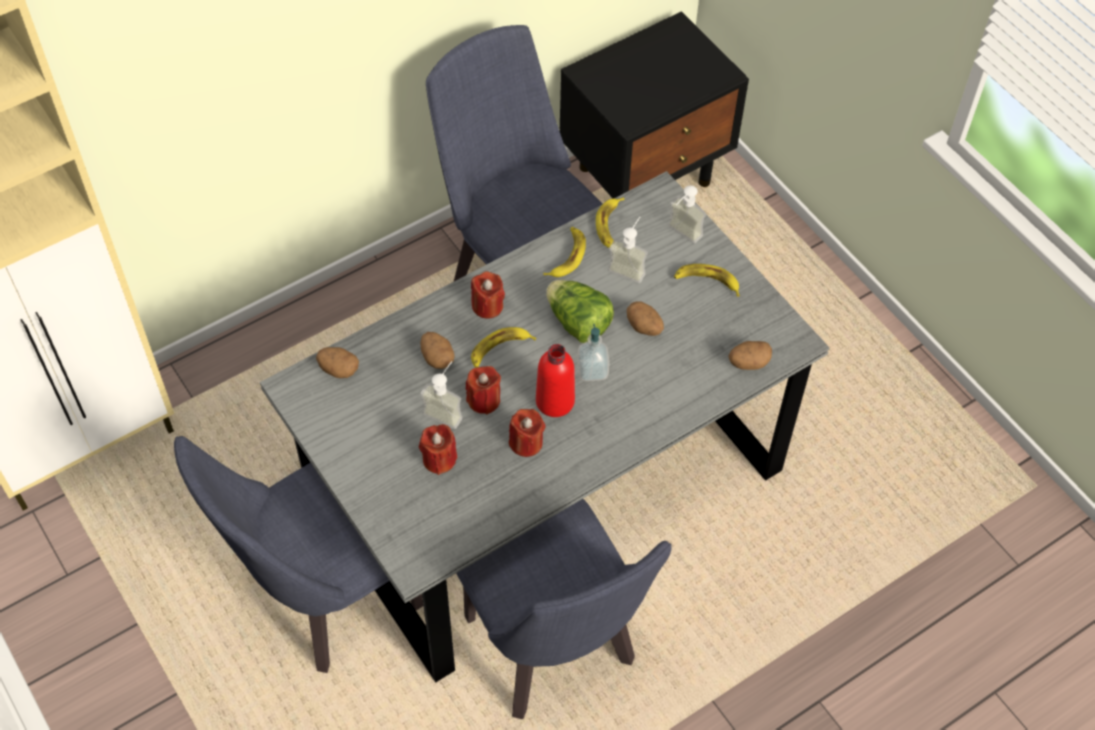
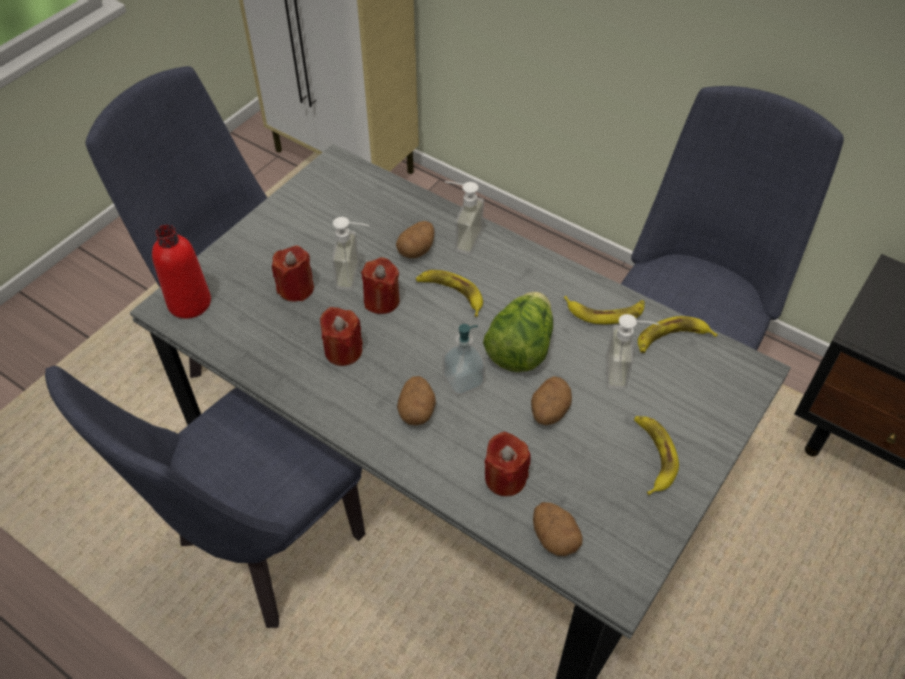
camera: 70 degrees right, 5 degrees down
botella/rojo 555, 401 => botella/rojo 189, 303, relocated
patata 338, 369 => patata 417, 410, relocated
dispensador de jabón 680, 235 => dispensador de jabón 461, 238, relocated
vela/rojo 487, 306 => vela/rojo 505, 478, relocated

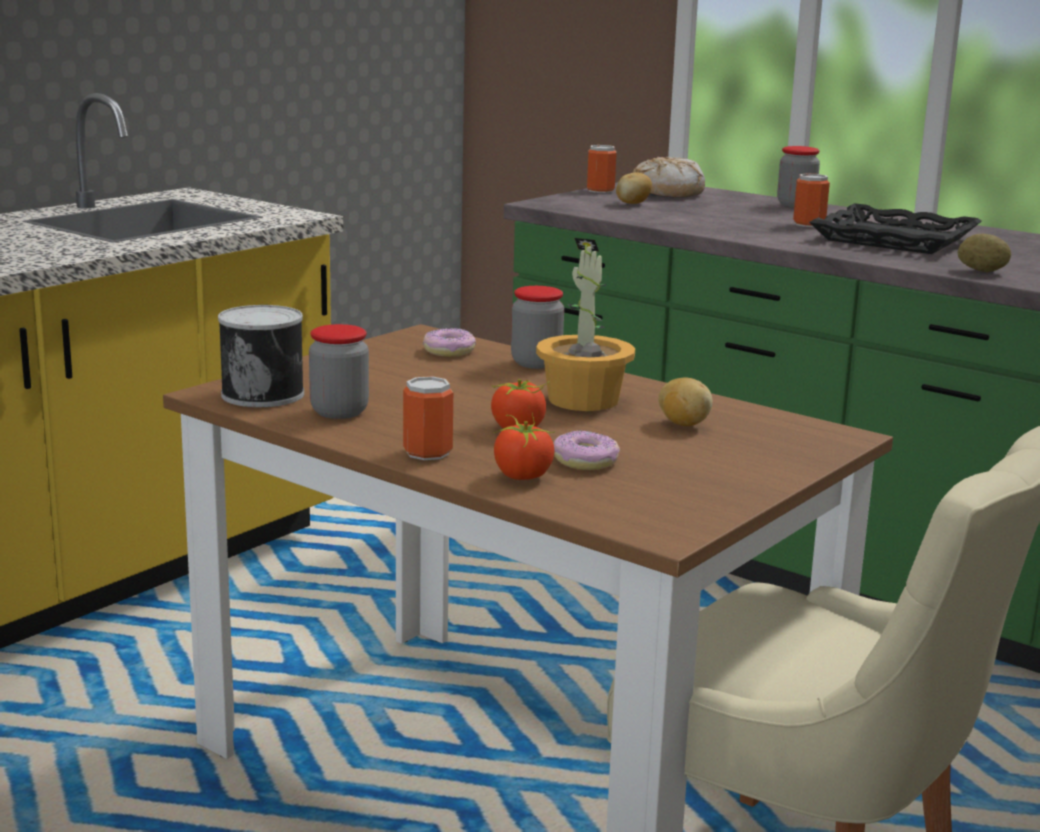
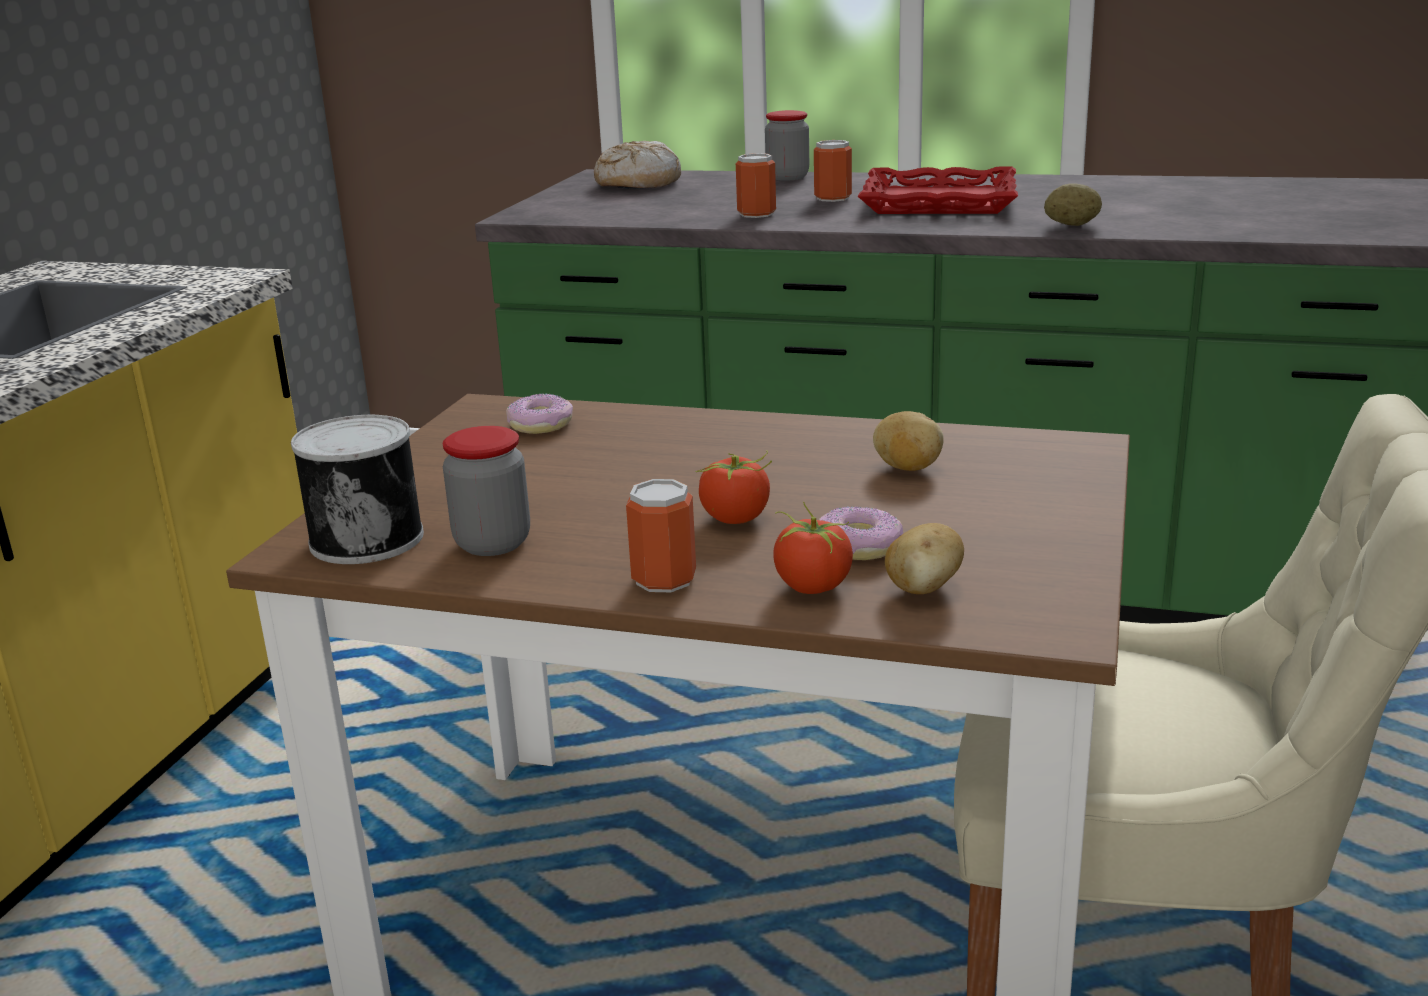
camera: 20 degrees left, 5 degrees up
lata 600, 190 => lata 756, 214, relocated
bandeja/negro 895, 239 => bandeja/rojo 939, 202
patata 632, 203 => patata 923, 589, relocated
tarro 536, 363 => nothing
planta en maceta 583, 400 => nothing

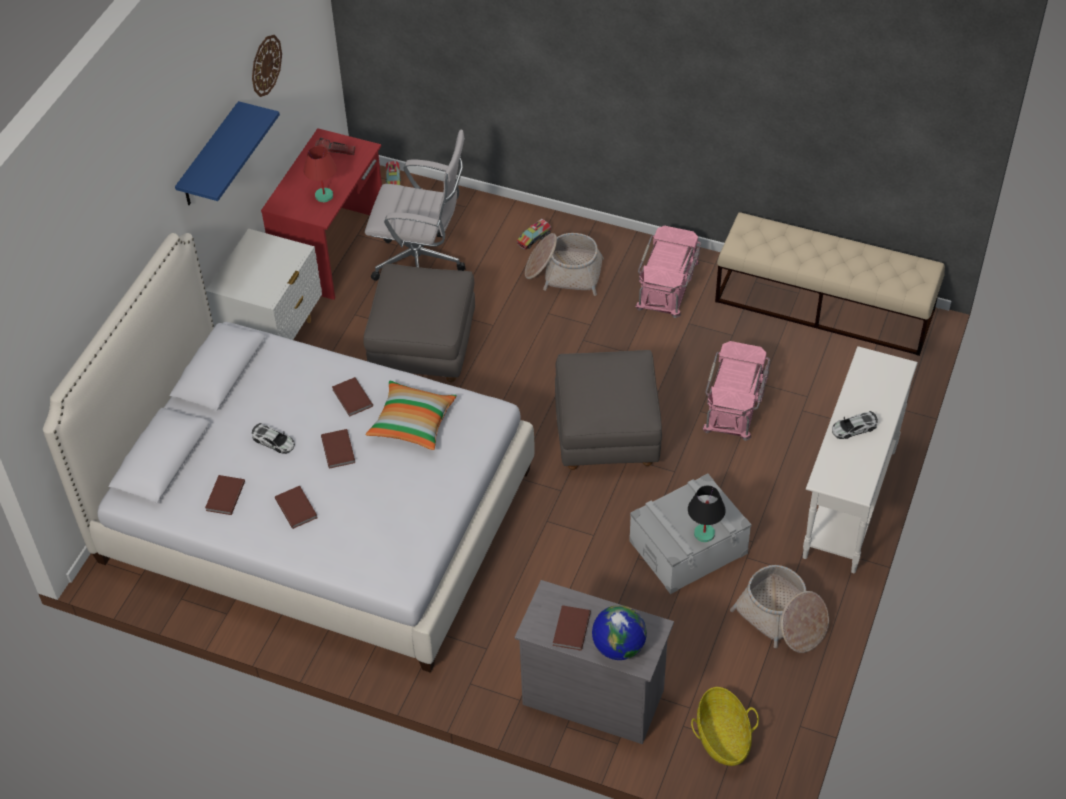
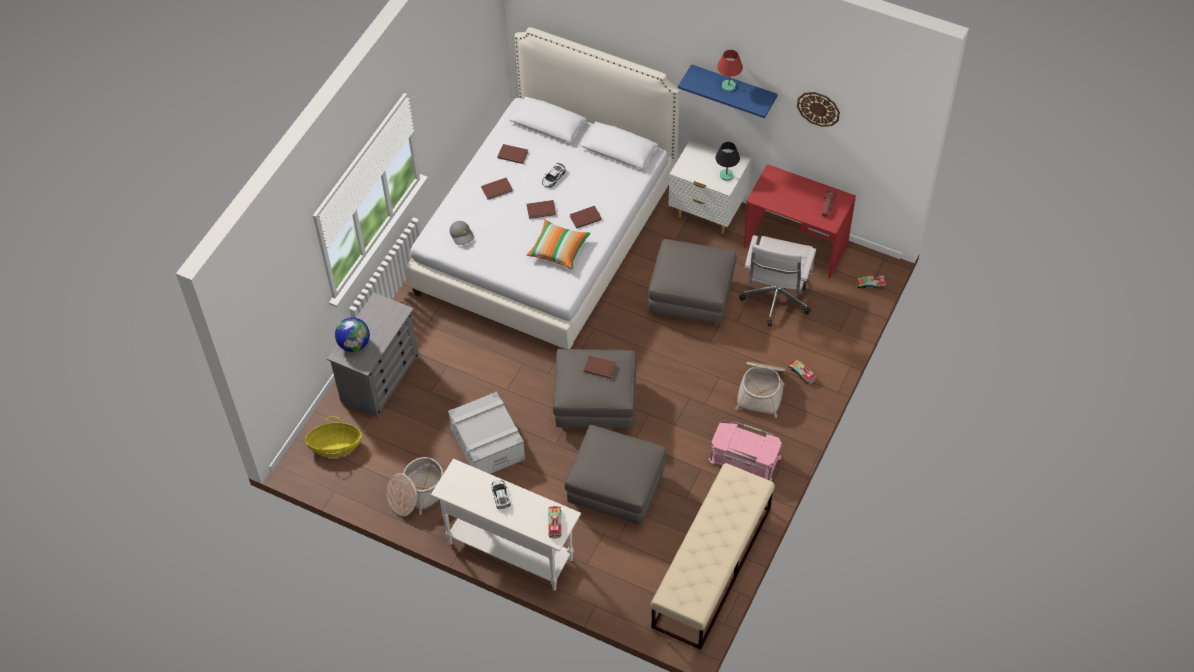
camera: 95 degrees right, 5 degrees up
nothing => gorra/gris 462, 235
nothing => camión de juguete 554, 523
caja de almacenaje/rosa 735, 403 => puf/gris 615, 490
libro/marrón 570, 629 => libro/marrón 599, 367, relocated
lámpara de mesa/negro 704, 534 => lámpara de mesa/negro 726, 175, relocated
lámpara de mesa/rojo 324, 196 => lámpara de mesa/rojo 728, 86, relocated

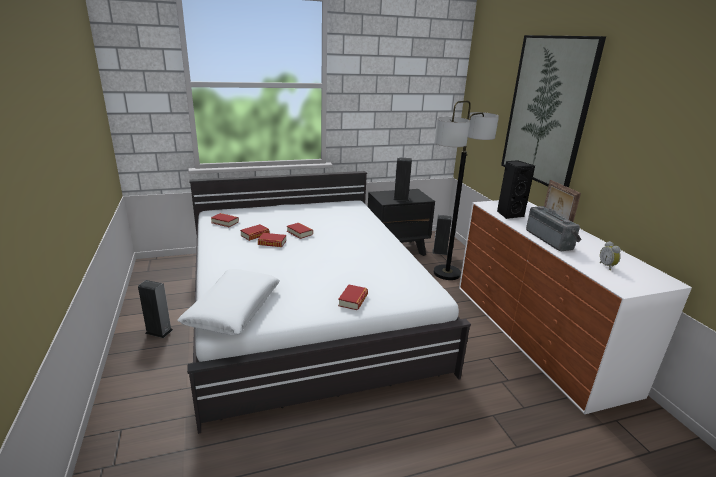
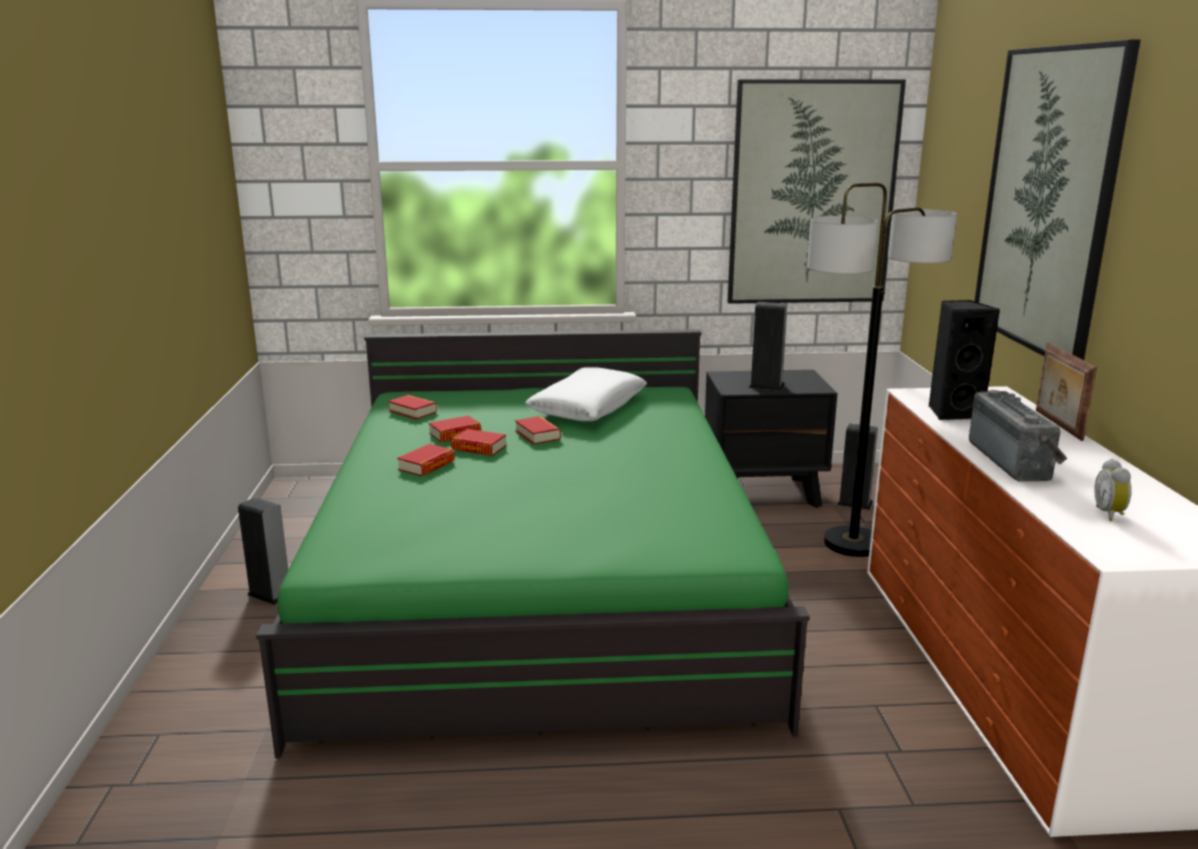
camera: 15 degrees right, 5 degrees down
cama/blanco 305, 308 => cama/verde 539, 581
libro 353, 300 => libro 426, 465, relocated
cojín/blanco 233, 309 => cojín/blanco 587, 407, relocated
nothing => cuadro 812, 194

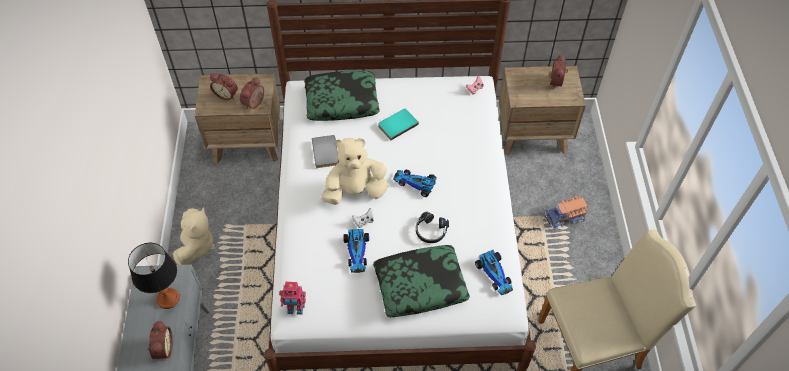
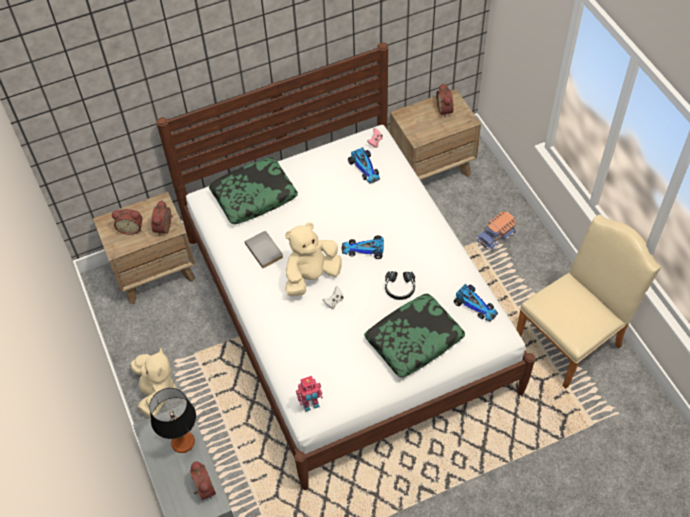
camera: 20 degrees left, 0 degrees up
coche de juguete 357, 252 => coche de juguete 365, 168, relocated
libro/turquesa 397, 124 => nothing

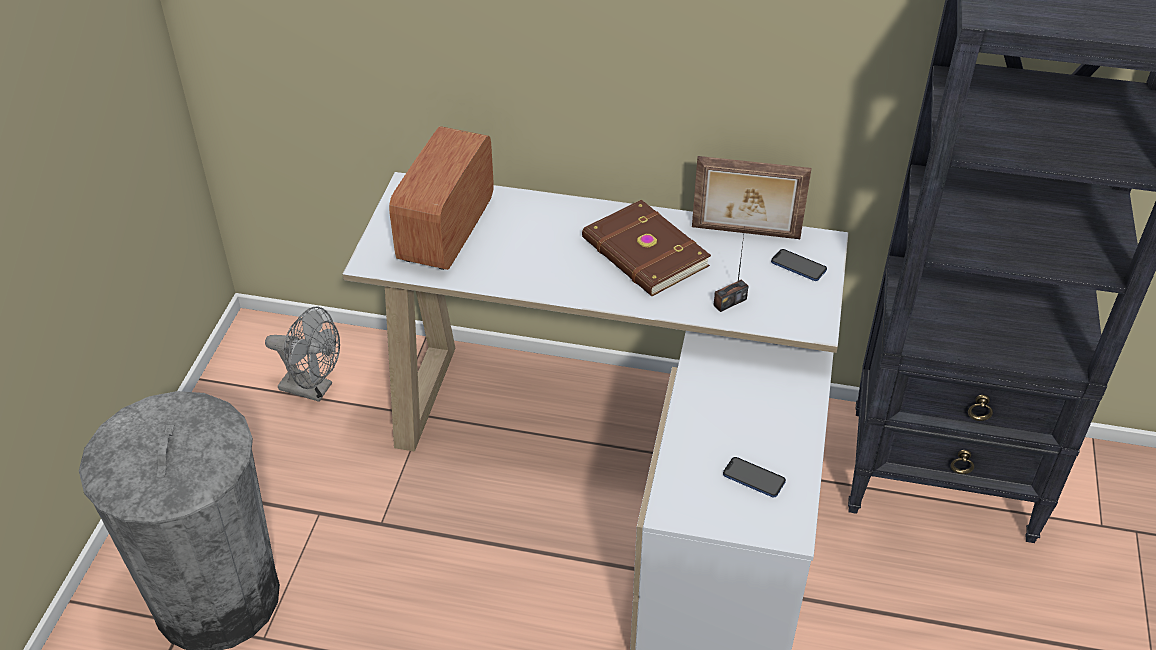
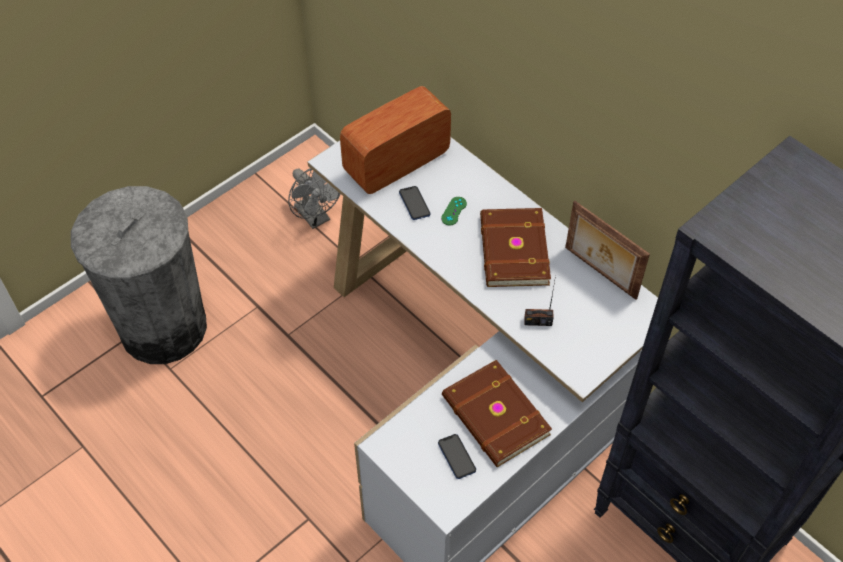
camera: 35 degrees right, 10 degrees up
móvil 798, 266 => móvil 414, 203, relocated
nothing => mando de consola/verde 454, 211
nothing => libro/marrón 494, 417

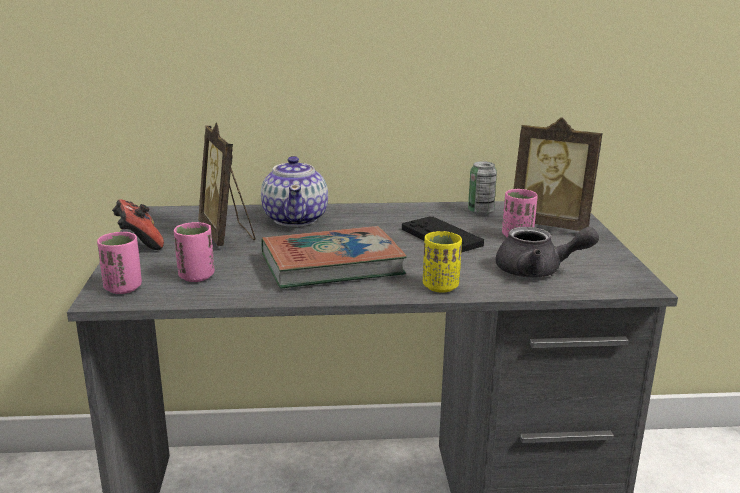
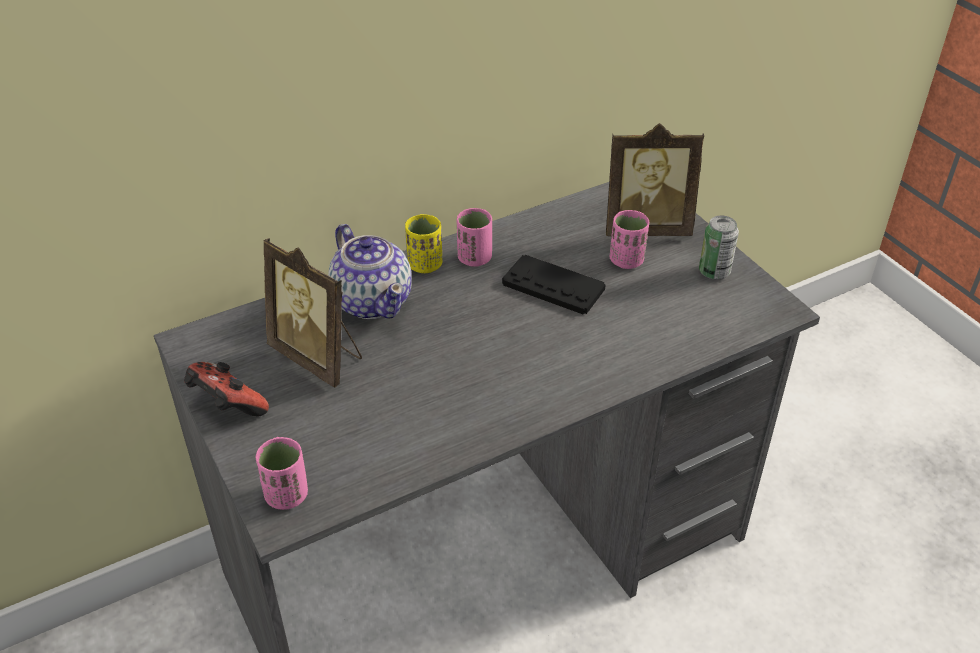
camera: 25 degrees left, 20 degrees up
taza/amarillo 440, 286 => taza/amarillo 425, 265, relocated
taza/rosa 196, 276 => taza/rosa 474, 258, relocated
lata 480, 211 => lata 714, 272, relocated
libro 332, 265 => nothing
tetera/gris 537, 271 => nothing

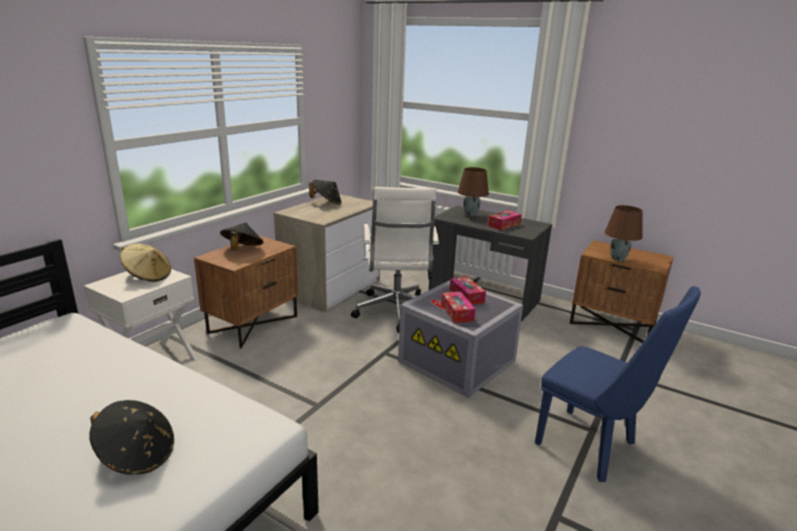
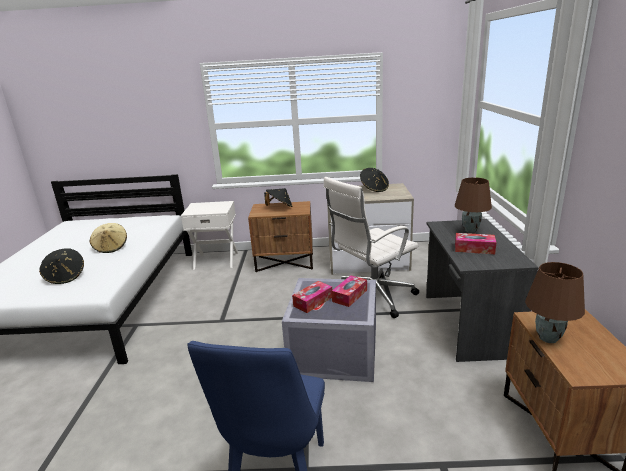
camera: 60 degrees right, 0 degrees up
sombrero/beis 148, 276 => sombrero/beis 111, 247, relocated

